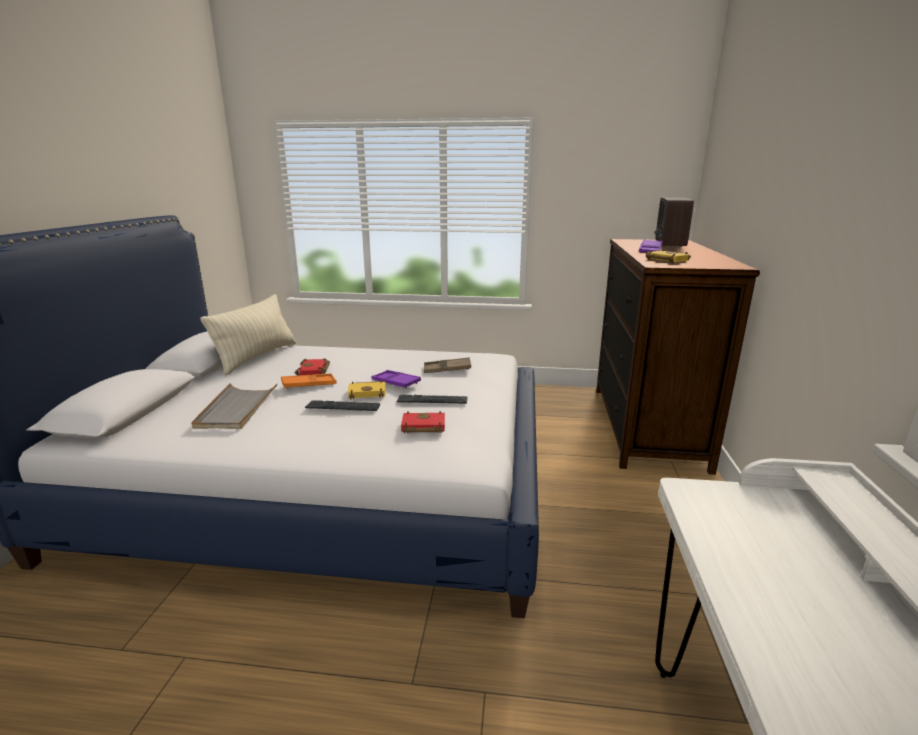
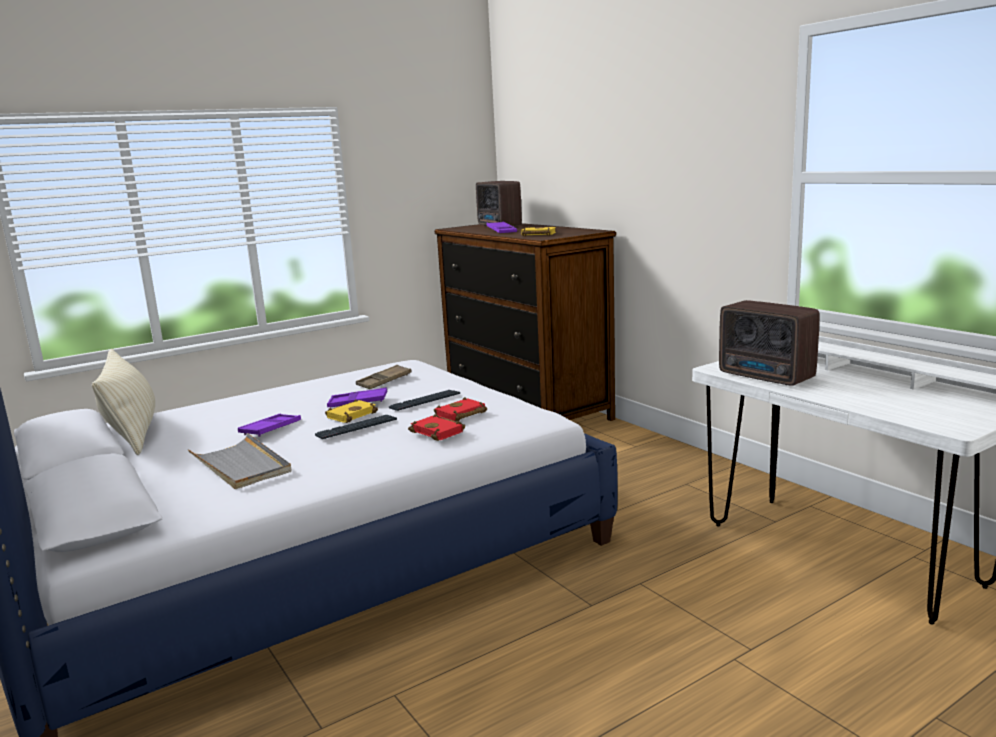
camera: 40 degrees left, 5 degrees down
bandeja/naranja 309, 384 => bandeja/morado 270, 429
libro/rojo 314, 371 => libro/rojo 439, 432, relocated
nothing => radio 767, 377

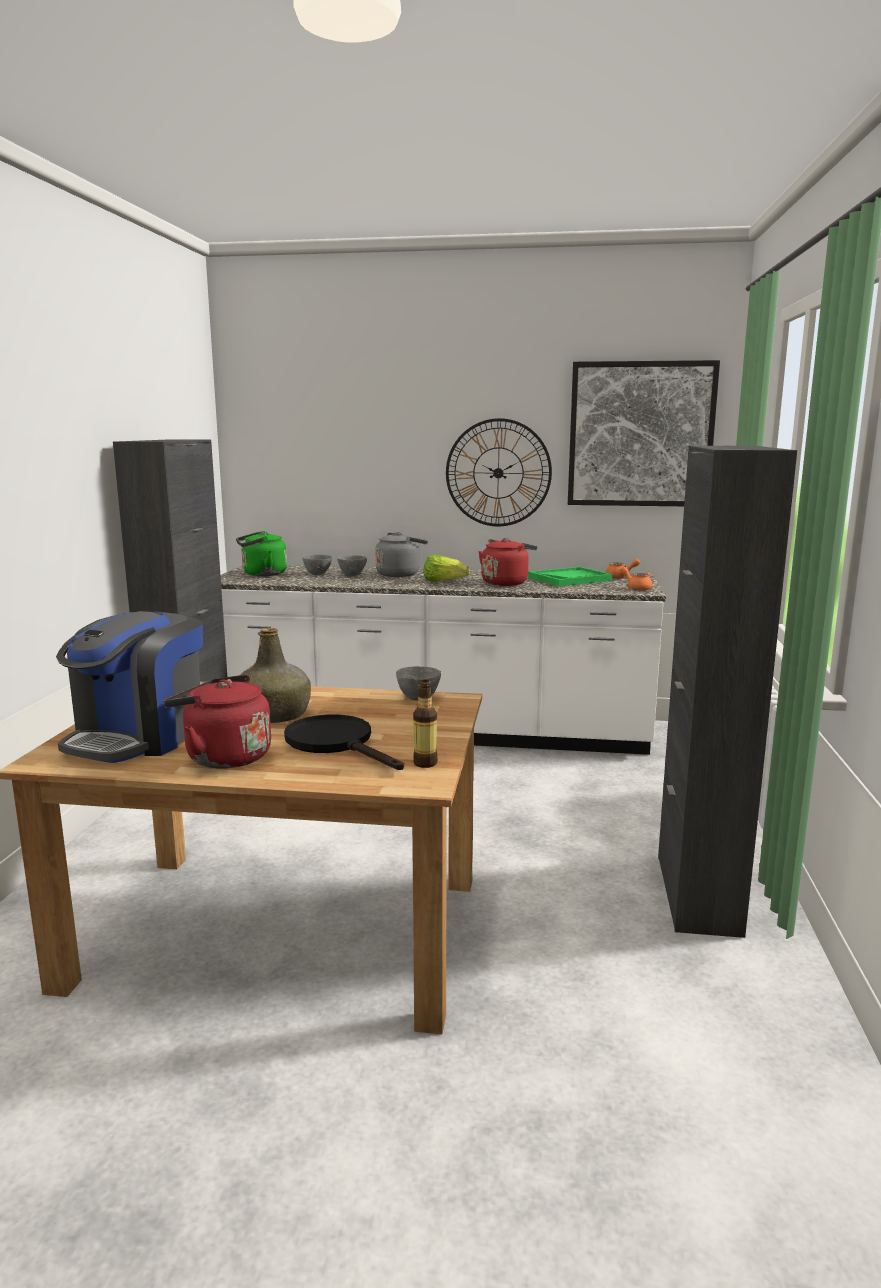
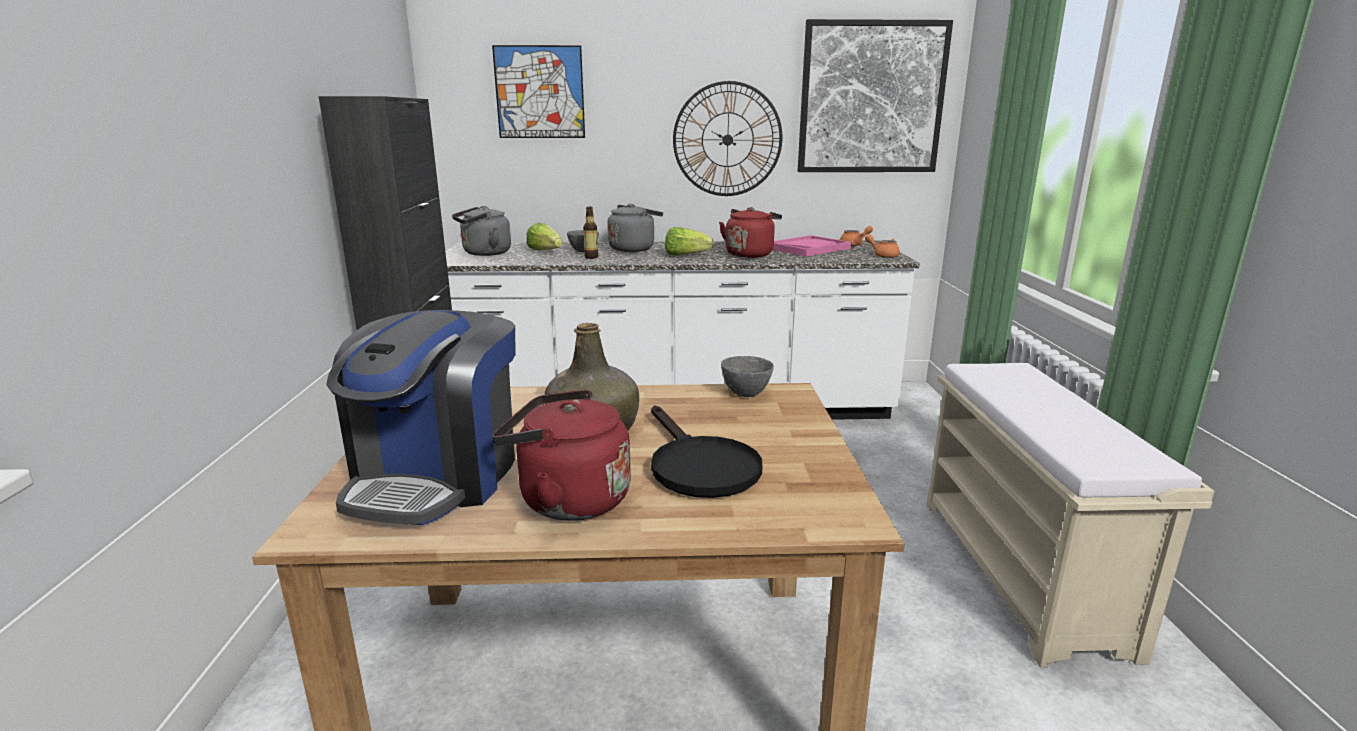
camera: 10 degrees left, 5 degrees up
hervidor/verde 262, 574 => hervidor/gris 484, 253
nothing => cuadro 539, 92
cuenco/gris 318, 574 => lechuga 545, 251
botella 425, 763 => botella 591, 257, relocated
sartén/negro 337, 743 => sartén/negro 698, 466, 150 degrees counterclockwise
bandeja/verde 569, 579 => bandeja/rosa 808, 248
armario/negro 697, 894 => banco/beis 1021, 573

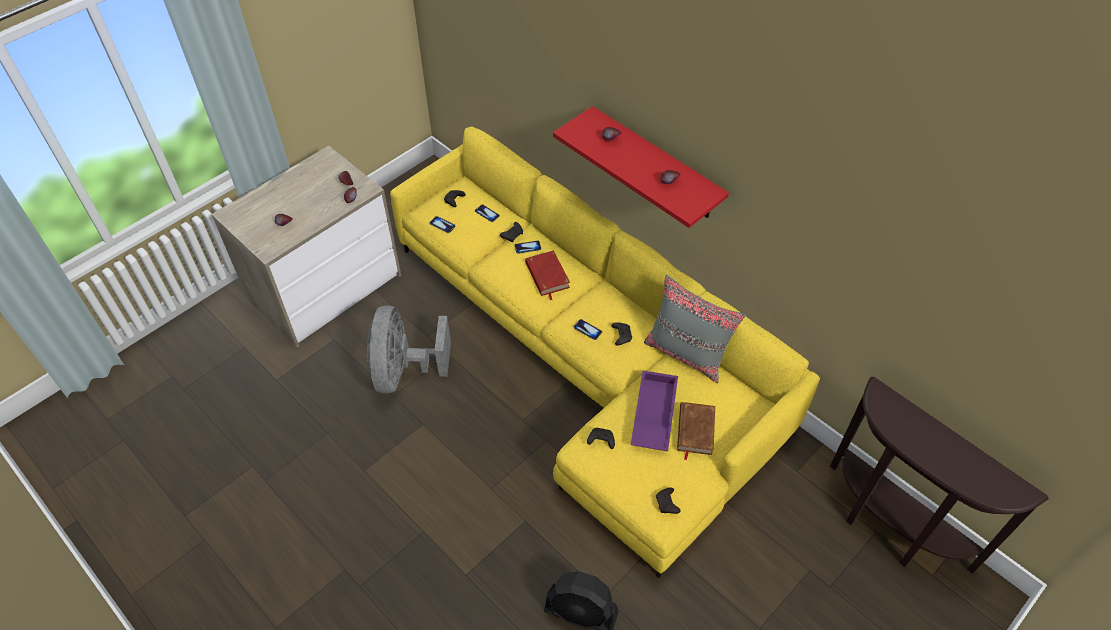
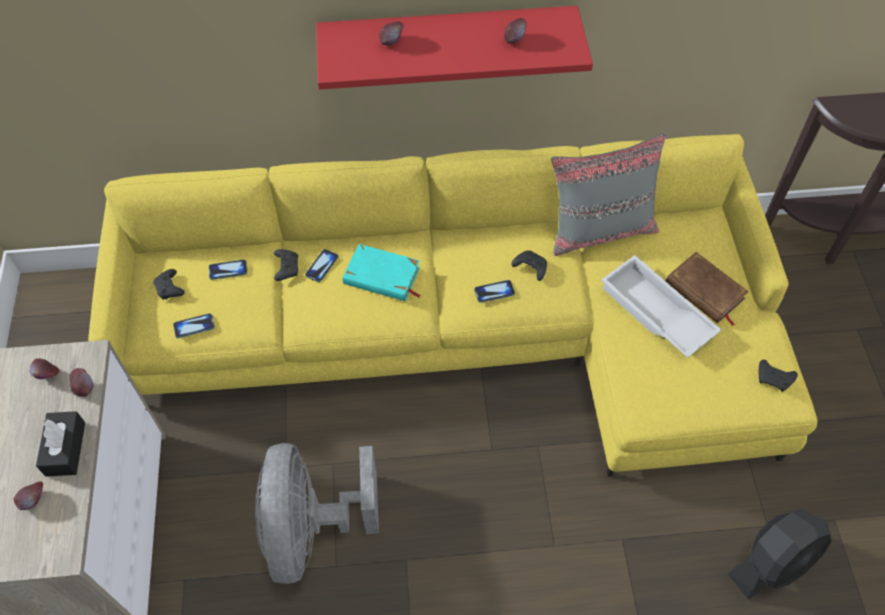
camera: 50 degrees left, 5 degrees up
nothing => caja de pañuelos/negro 65, 449
ventilador/gris 404, 371 => ventilador/gris 312, 529, 45 degrees clockwise
libro/rojo 547, 276 => libro/turquesa 382, 276
bandeja/morado 652, 414 => bandeja/blanco 655, 313
mando de consola/negro 600, 440 => nothing

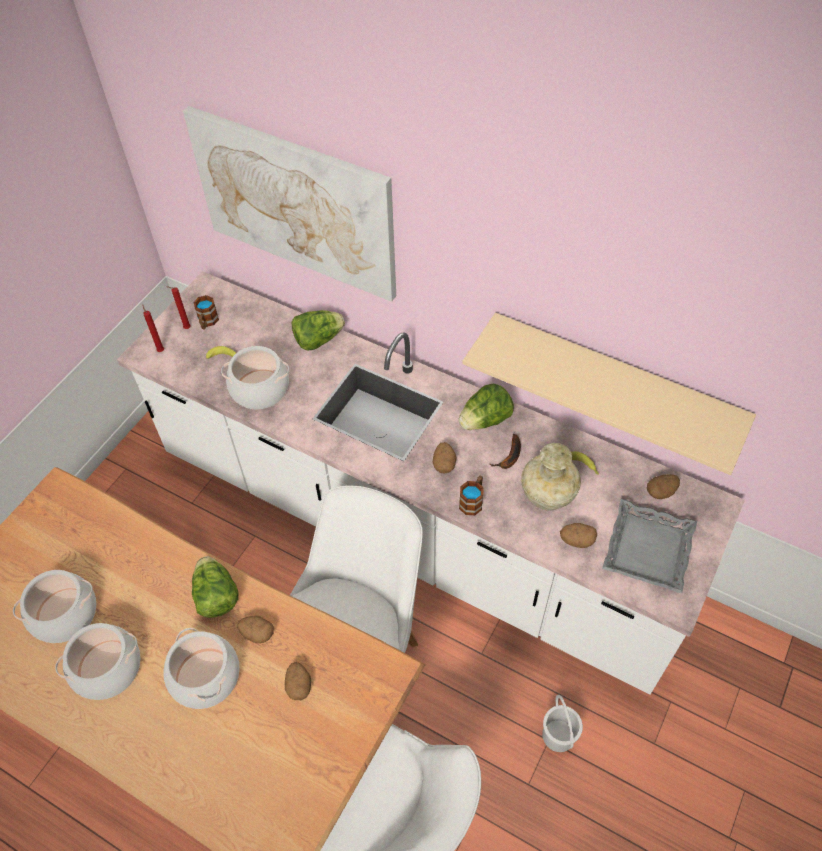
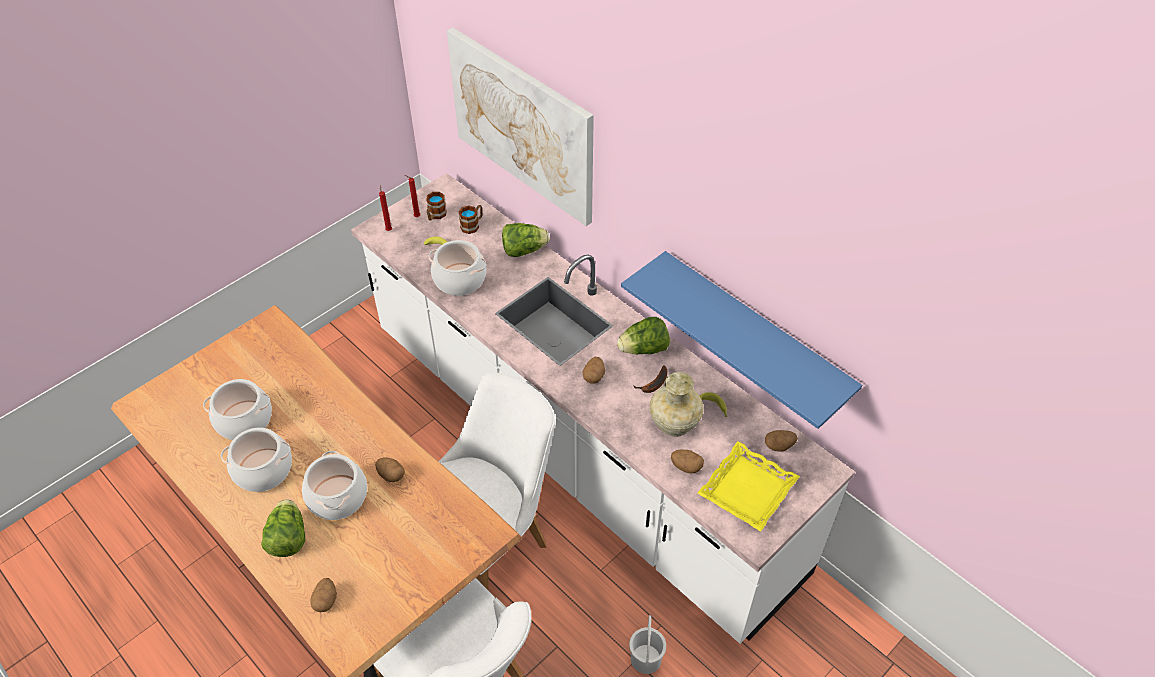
camera: 15 degrees right, 5 degrees down
lechuga 216, 596 => lechuga 288, 538, relocated
patata 299, 685 => patata 326, 600, relocated
taza grande 473, 501 => taza grande 472, 225, relocated
estante/beis 614, 380 => estante/azul 754, 333
bandeja/gris 647, 549 => bandeja/amarillo 747, 489

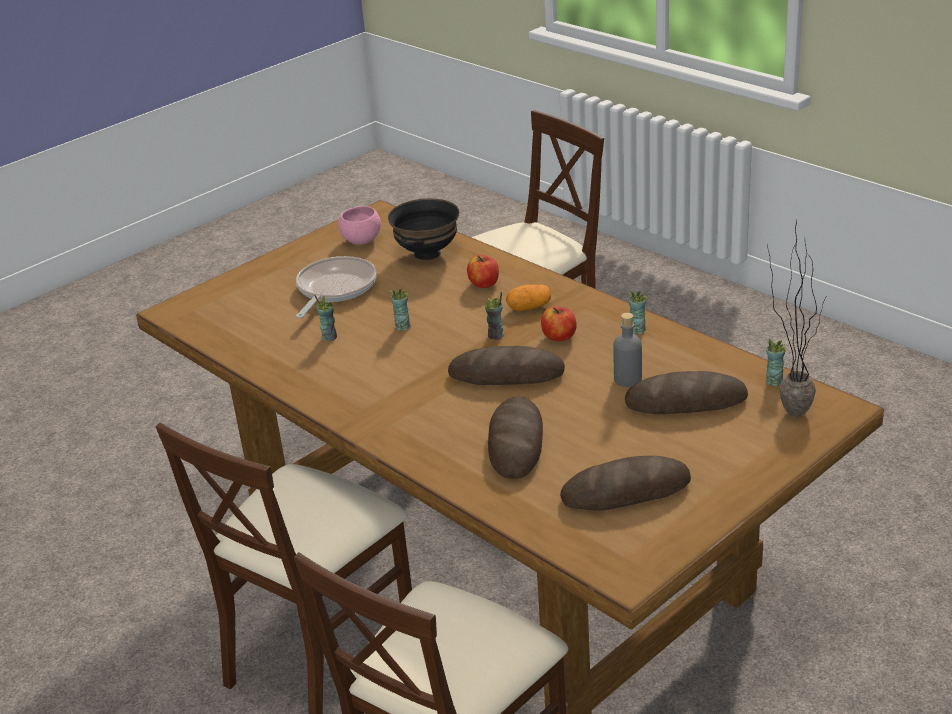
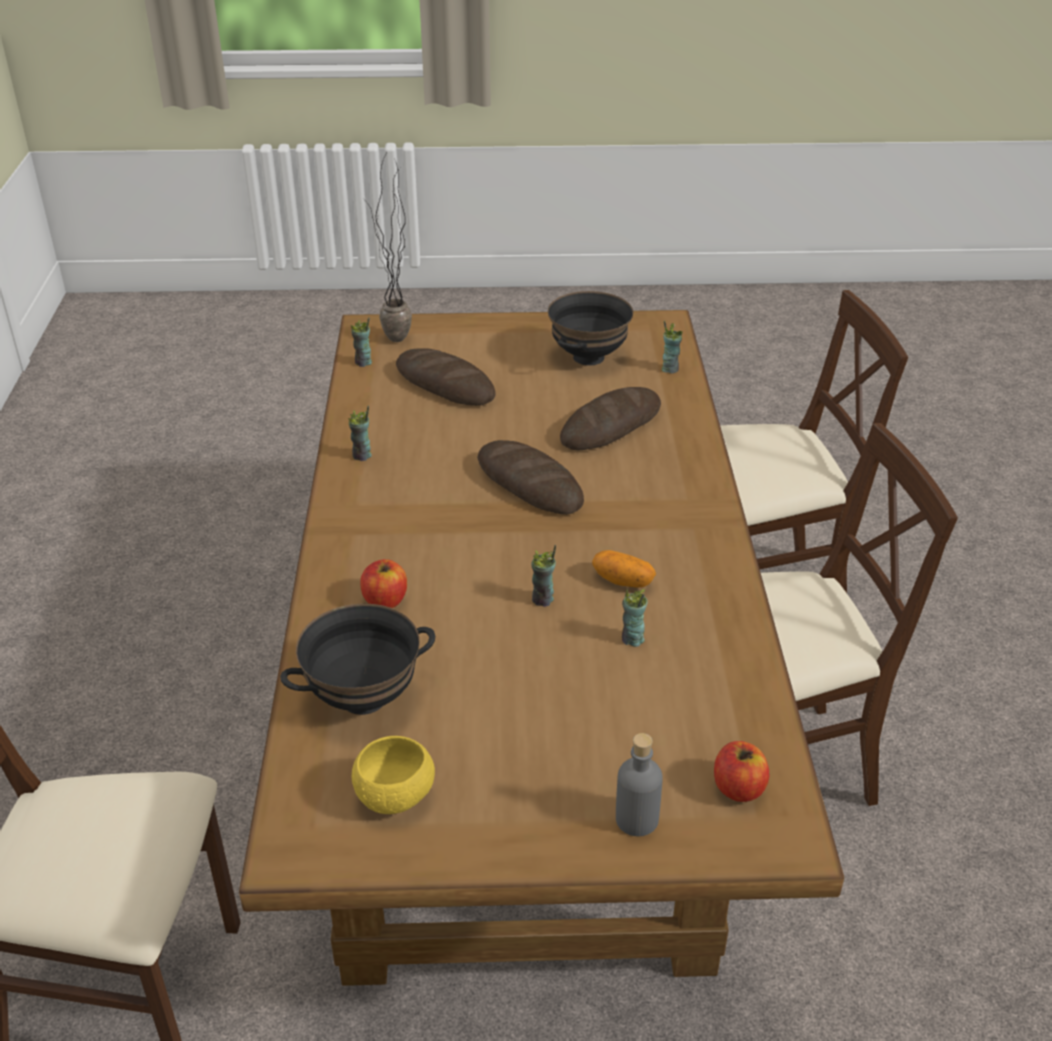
camera: 140 degrees left, 5 degrees up
cuenco/rosa 361, 240 => cuenco/amarillo 395, 797
pan 625, 491 => cuenco/negro 589, 358
patata 529, 307 => patata 623, 581, relocated
botella/gris 628, 379 => botella/gris 636, 819, relocated
taza 496, 336 => taza 670, 369, relocated
manzana 559, 337 => manzana 738, 788, relocated
sartén 334, 289 => nothing

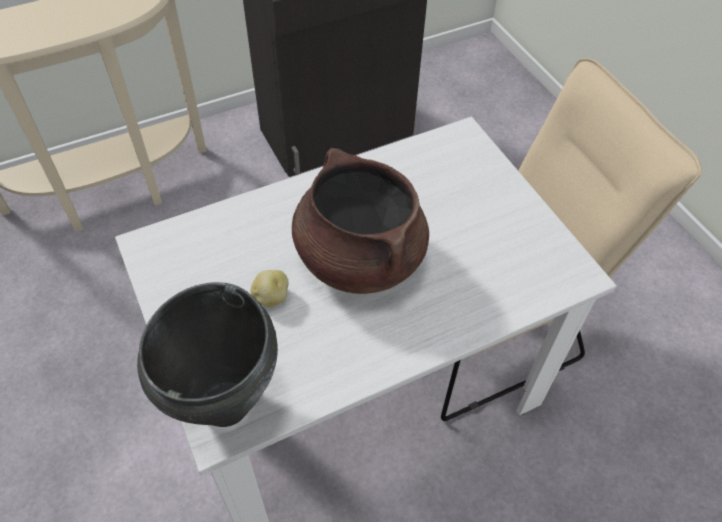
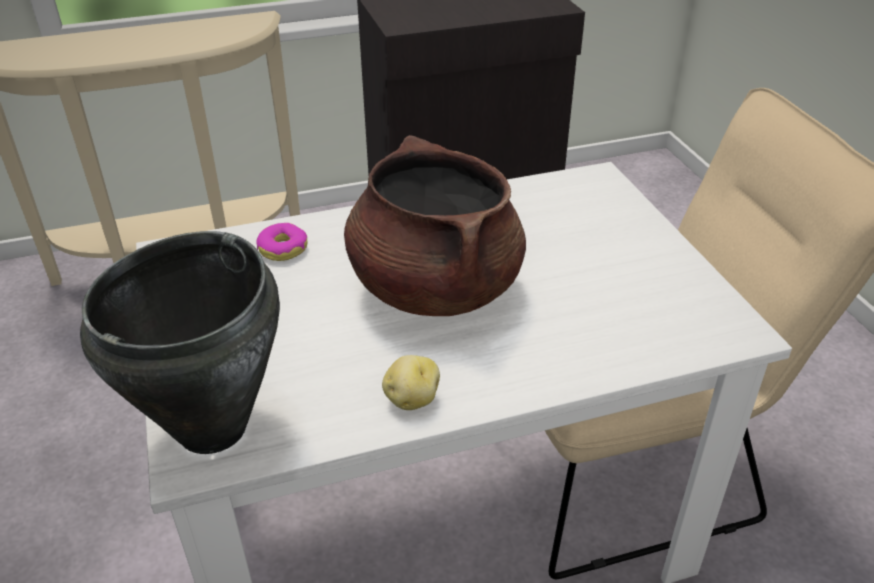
camera: 10 degrees right, 15 degrees down
nothing => rosquilla 283, 249
patata 271, 297 => patata 411, 399, relocated

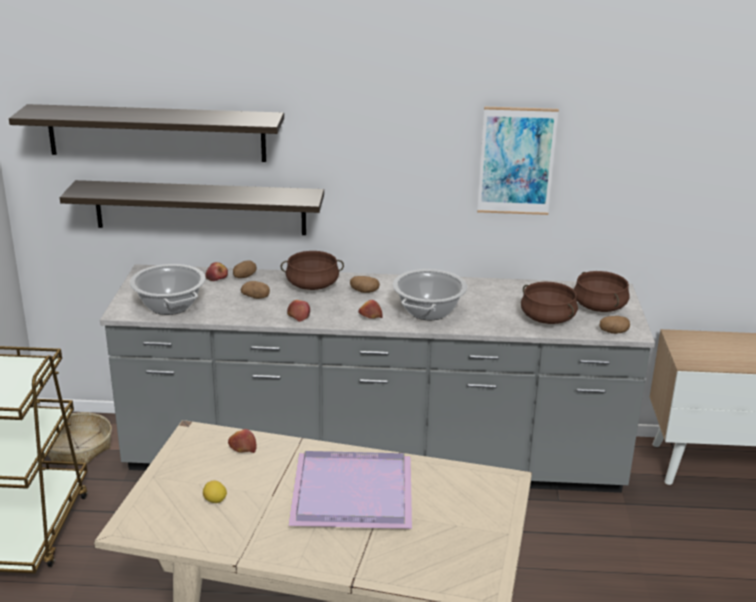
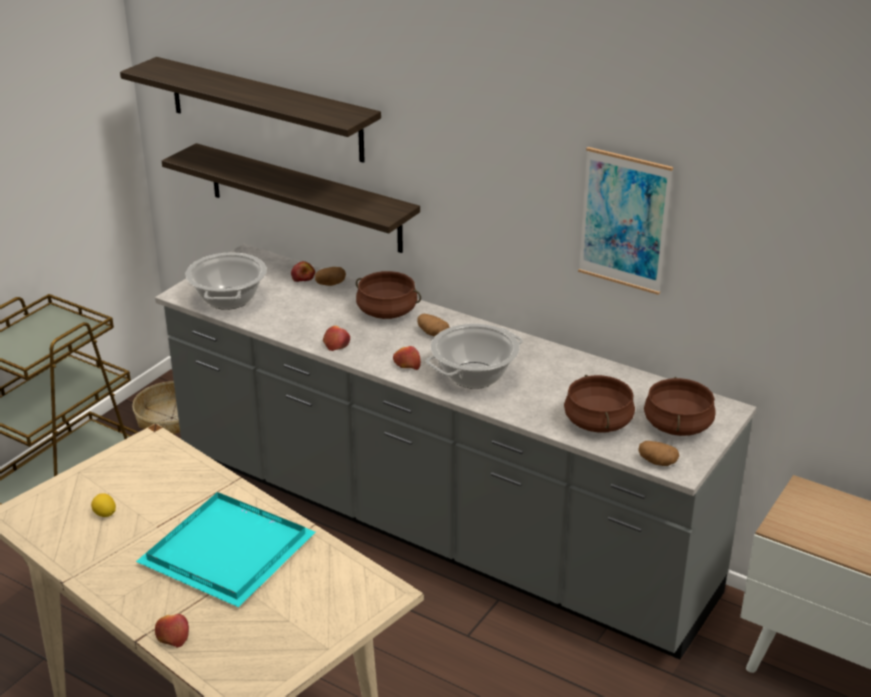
camera: 30 degrees right, 5 degrees up
bandeja/morado 354, 492 => bandeja/turquesa 231, 550
manzana 242, 448 => manzana 172, 636, relocated
patata 256, 297 => nothing

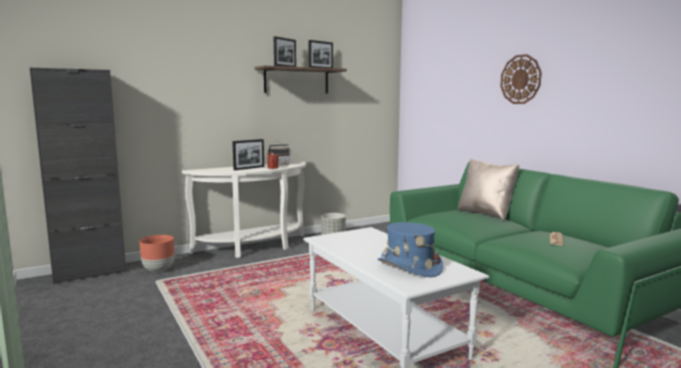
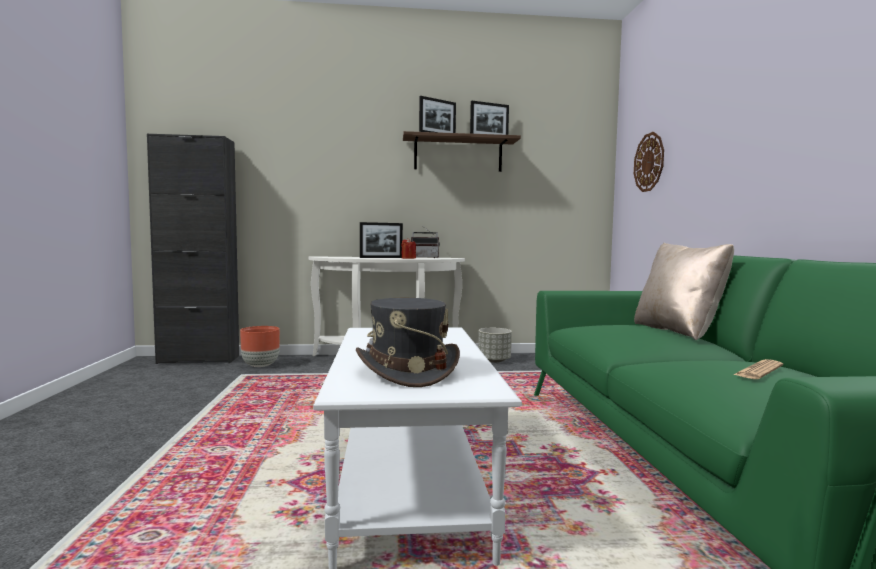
camera: 25 degrees right, 5 degrees down
sombrero/azul 409, 267 => sombrero/gris 407, 370
reloj de pared 520, 79 => reloj de pared 649, 162, relocated

